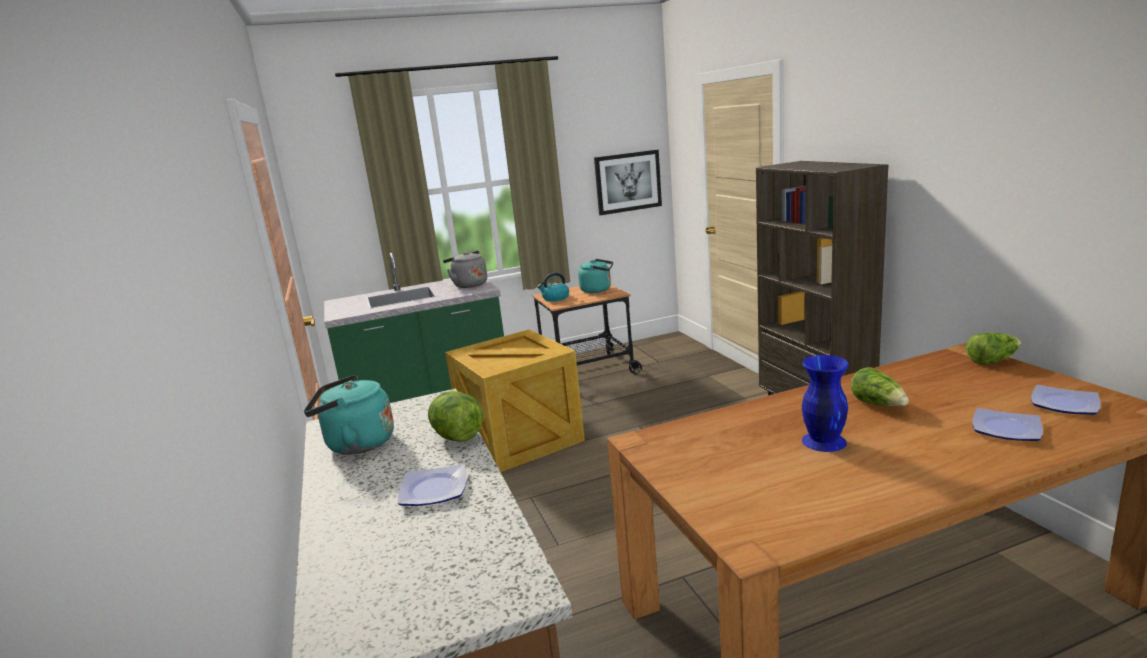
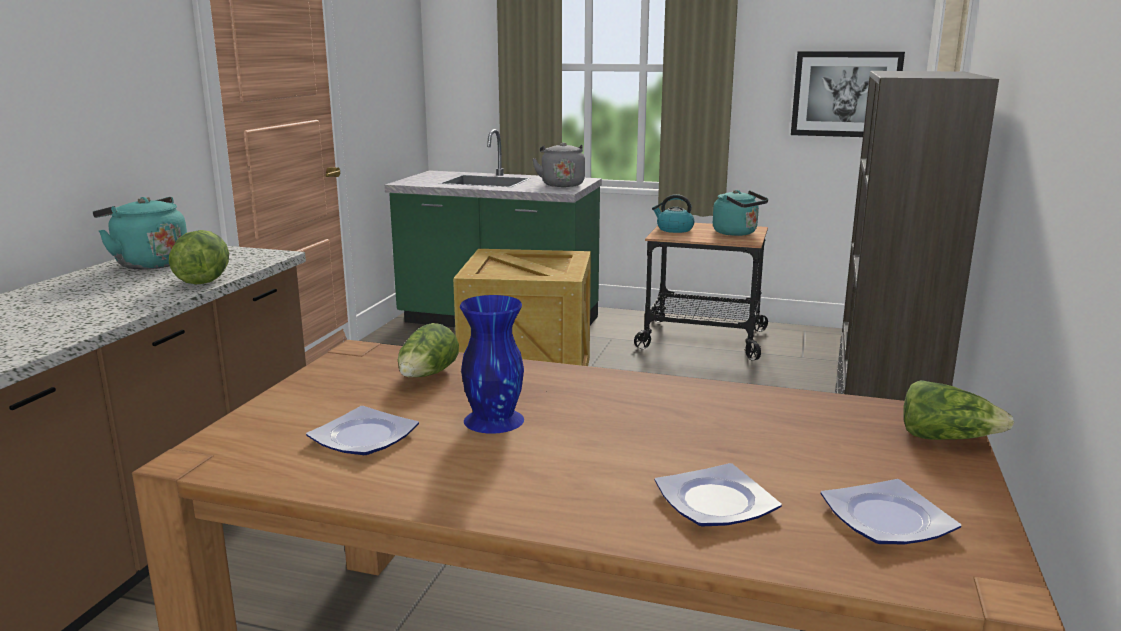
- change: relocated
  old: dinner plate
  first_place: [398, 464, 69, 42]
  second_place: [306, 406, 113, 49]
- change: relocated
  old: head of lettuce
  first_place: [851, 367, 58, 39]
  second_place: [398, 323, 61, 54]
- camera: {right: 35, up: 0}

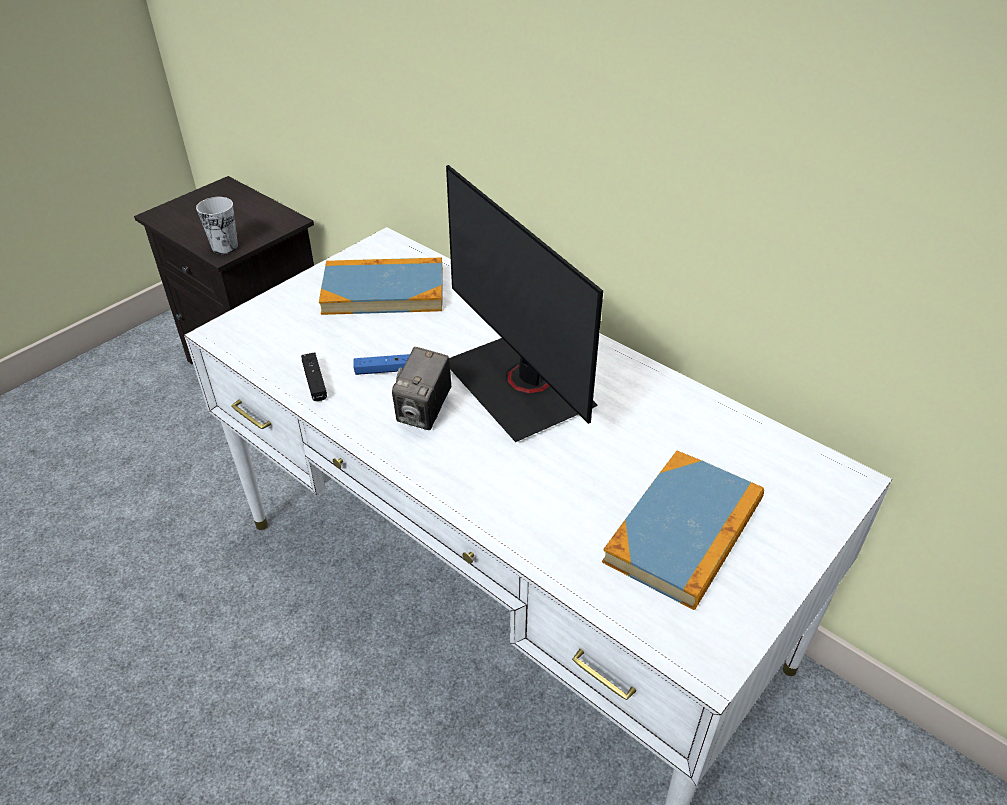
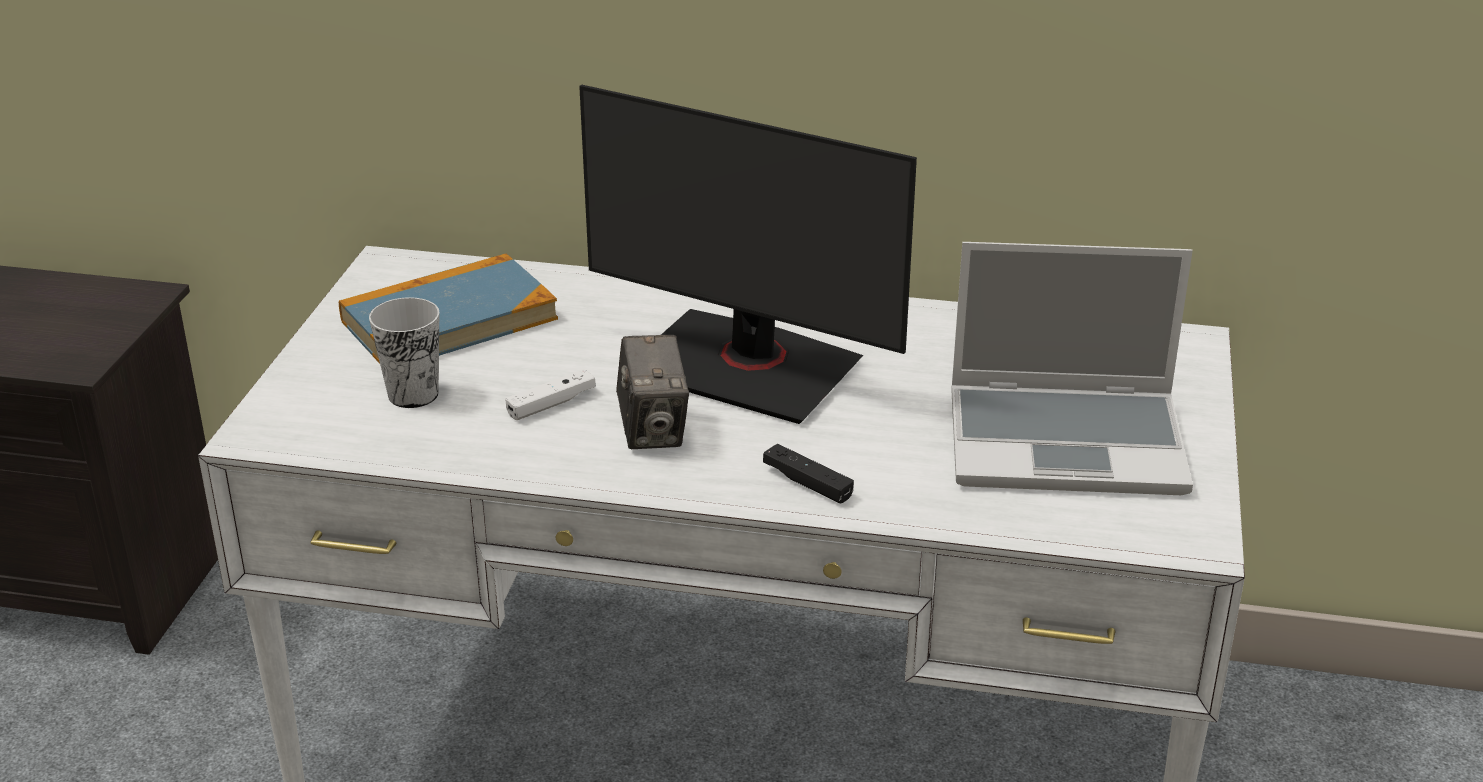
- change: relocated
  old: cup
  first_place: [196, 197, 42, 57]
  second_place: [369, 297, 70, 111]
- change: relocated
  old: blackish joypad
  first_place: [301, 352, 26, 49]
  second_place: [763, 444, 91, 59]
- change: exchanged
  old: bound book
  new: notebook computer
  first_place: [602, 451, 162, 159]
  second_place: [951, 242, 242, 253]
- change: colour
  old: bluish joypad
  new: white-coloured joypad
  first_place: [353, 354, 57, 21]
  second_place: [505, 369, 91, 51]
- camera: {right: -30, up: -10}

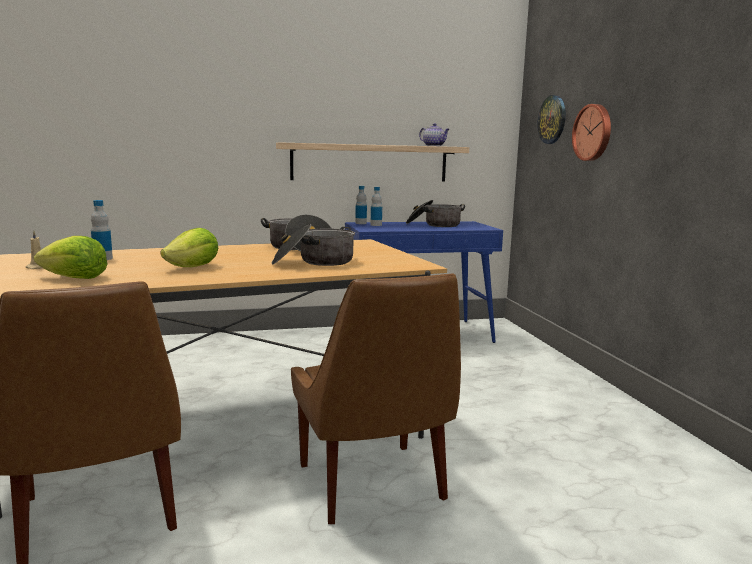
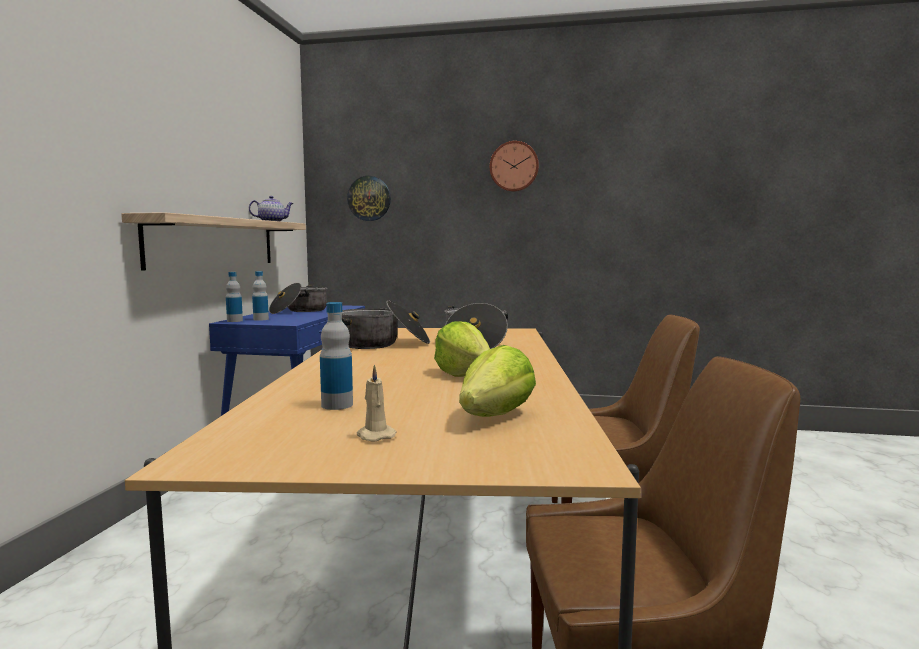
- change: relocated
  old: hanging clock
  first_place: [572, 104, 39, 57]
  second_place: [490, 141, 49, 51]
- camera: {right: -65, up: -5}

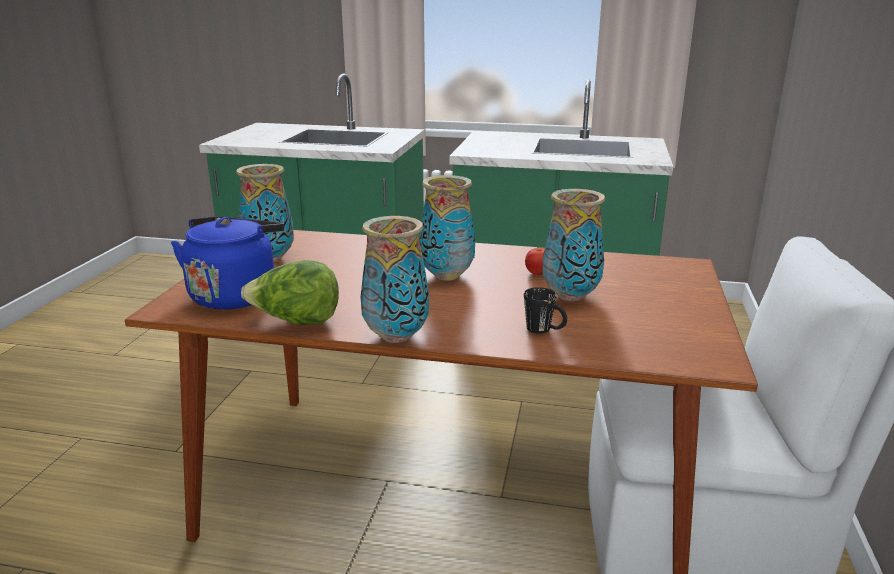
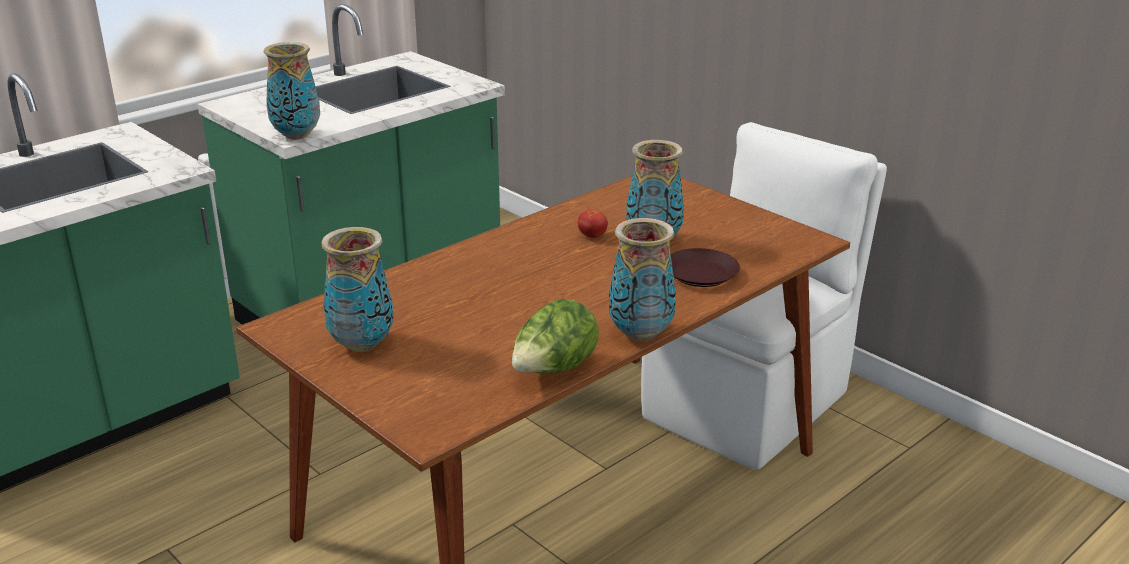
- change: missing
  old: bluish water kettle
  first_place: [171, 216, 113, 94]
- change: relocated
  old: flower vase
  first_place: [419, 175, 56, 106]
  second_place: [264, 42, 56, 98]
- change: exchanged
  old: blackish tea mug
  new: brownish dinner plate
  first_place: [524, 287, 43, 47]
  second_place: [671, 248, 69, 39]
- camera: {right: -55, up: 5}

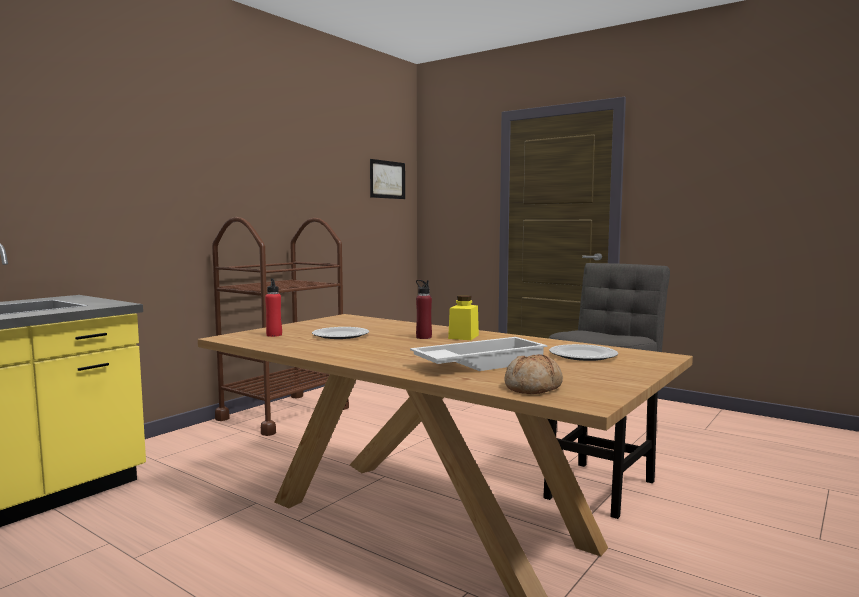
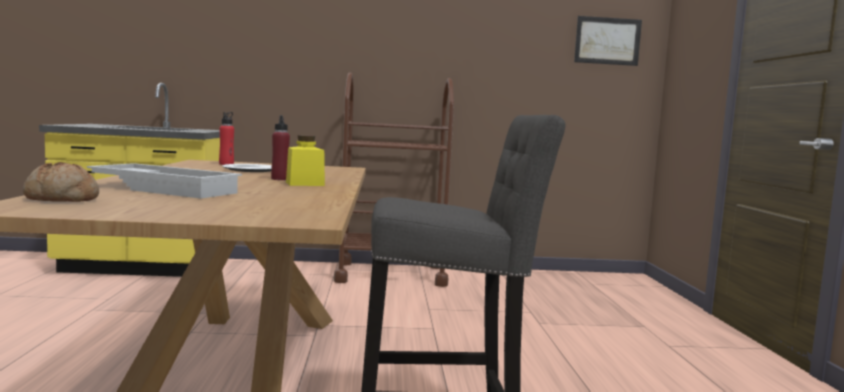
- change: missing
  old: dinner plate
  first_place: [549, 344, 69, 17]
- camera: {right: 50, up: 0}

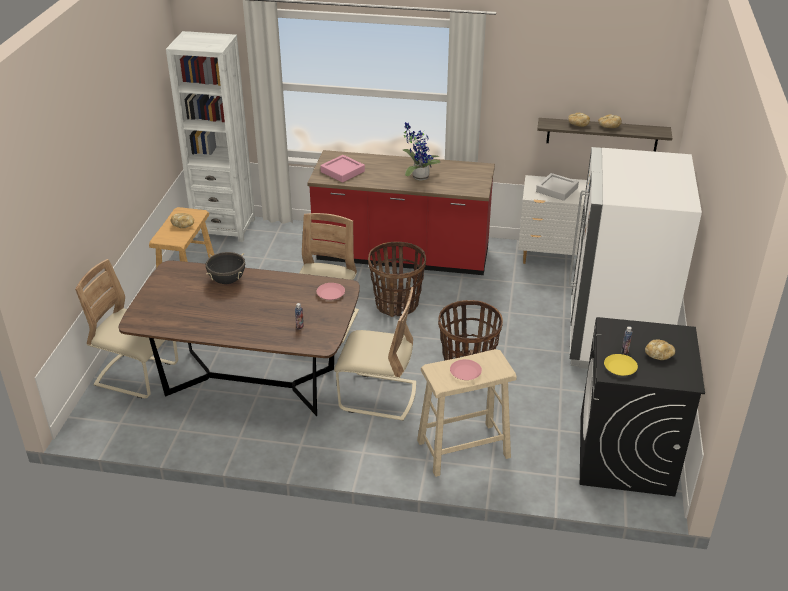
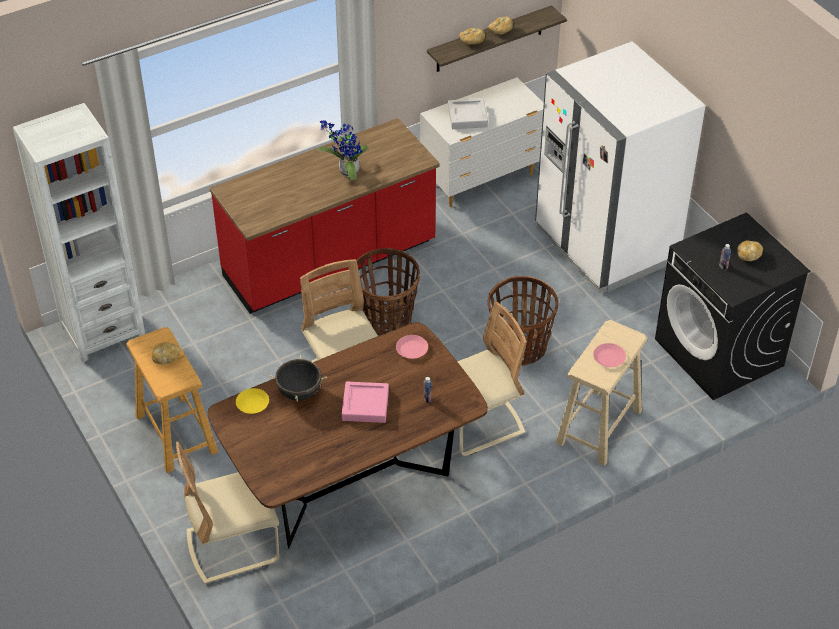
- change: relocated
  old: pinkish carrying tray
  first_place: [320, 155, 45, 27]
  second_place: [342, 382, 47, 41]
- change: relocated
  old: yellowish dinner plate
  first_place: [604, 354, 34, 22]
  second_place: [236, 388, 33, 26]
- camera: {right: -40, up: 10}

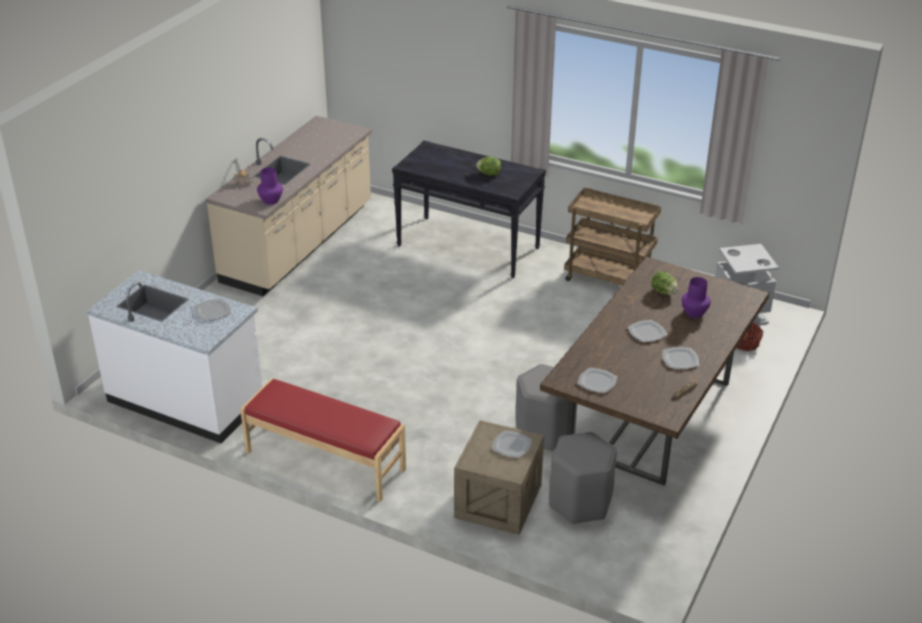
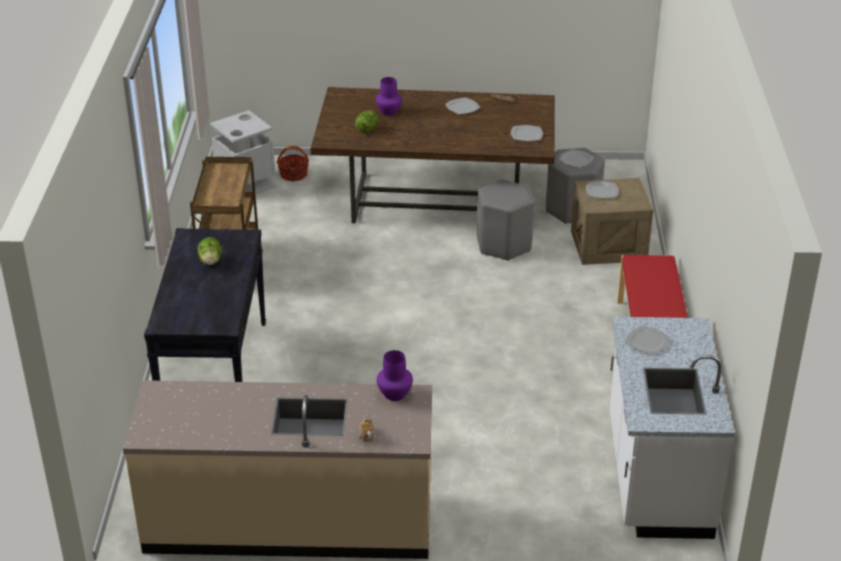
- change: relocated
  old: dinner plate
  first_place: [628, 320, 39, 22]
  second_place: [558, 149, 36, 19]
- camera: {right: -115, up: 0}

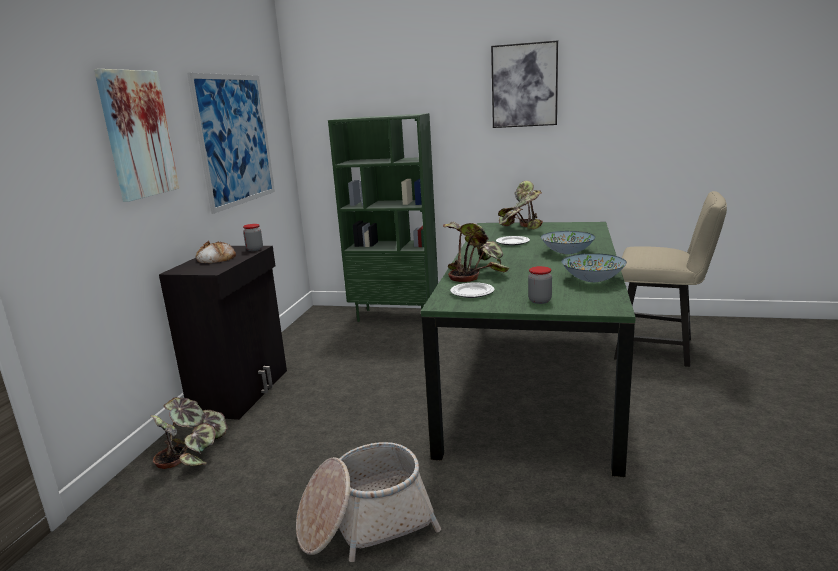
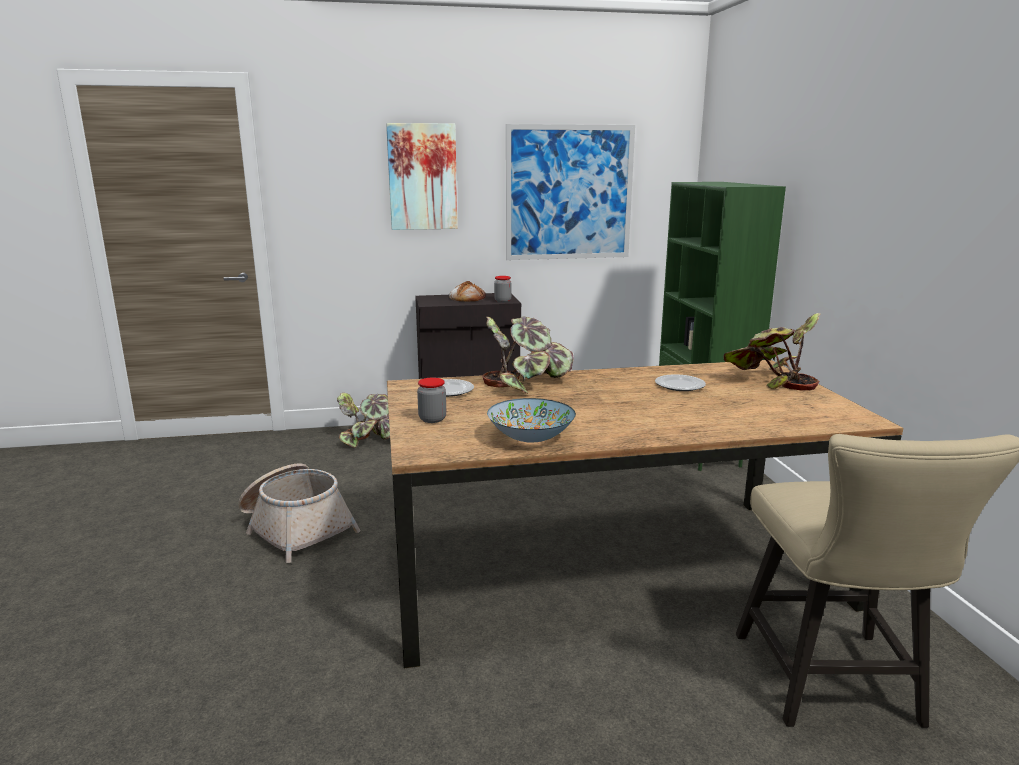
- change: missing
  old: picture
  first_place: [491, 40, 67, 88]
- change: missing
  old: deep dish
  first_place: [541, 231, 55, 23]
- change: colour
  old: green-coloured kitchen table
  new: brownish kitchen table
  first_place: [421, 222, 215, 255]
  second_place: [387, 360, 516, 308]
- camera: {right: 65, up: 0}

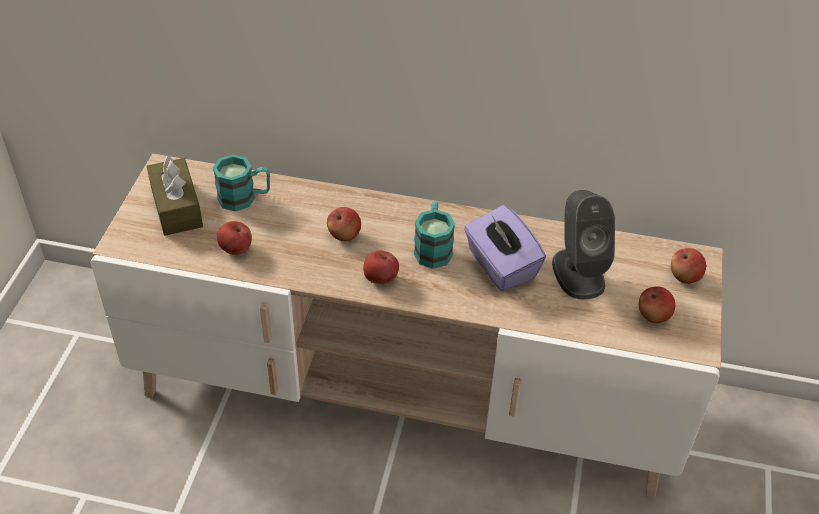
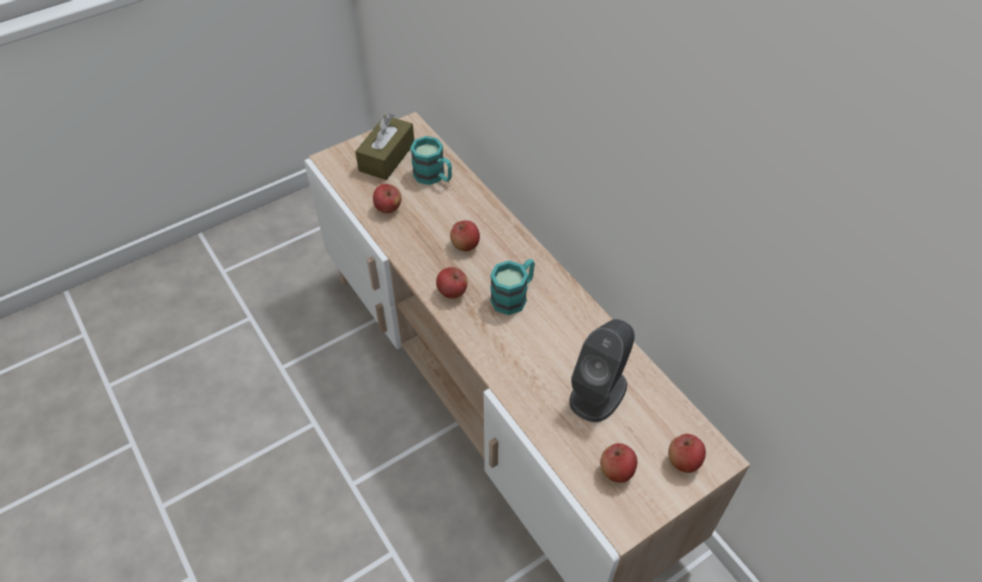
- change: missing
  old: purple tissue box
  first_place: [464, 205, 82, 86]
- camera: {right: 45, up: 5}

